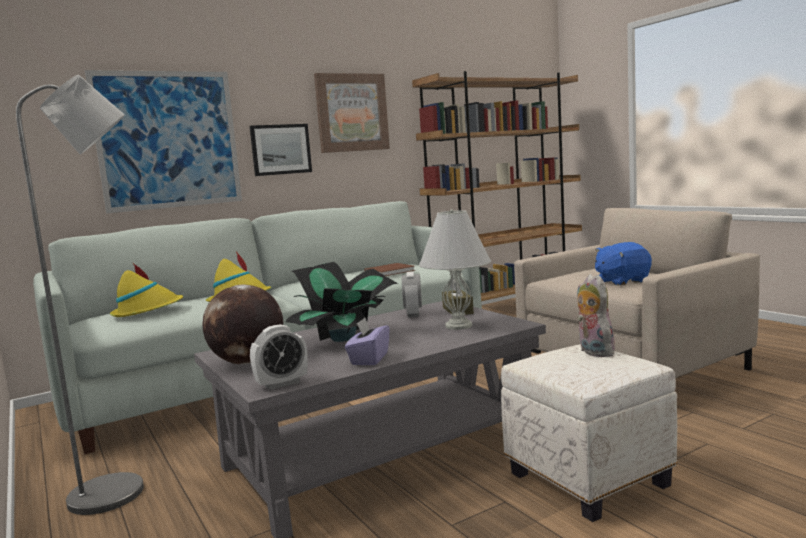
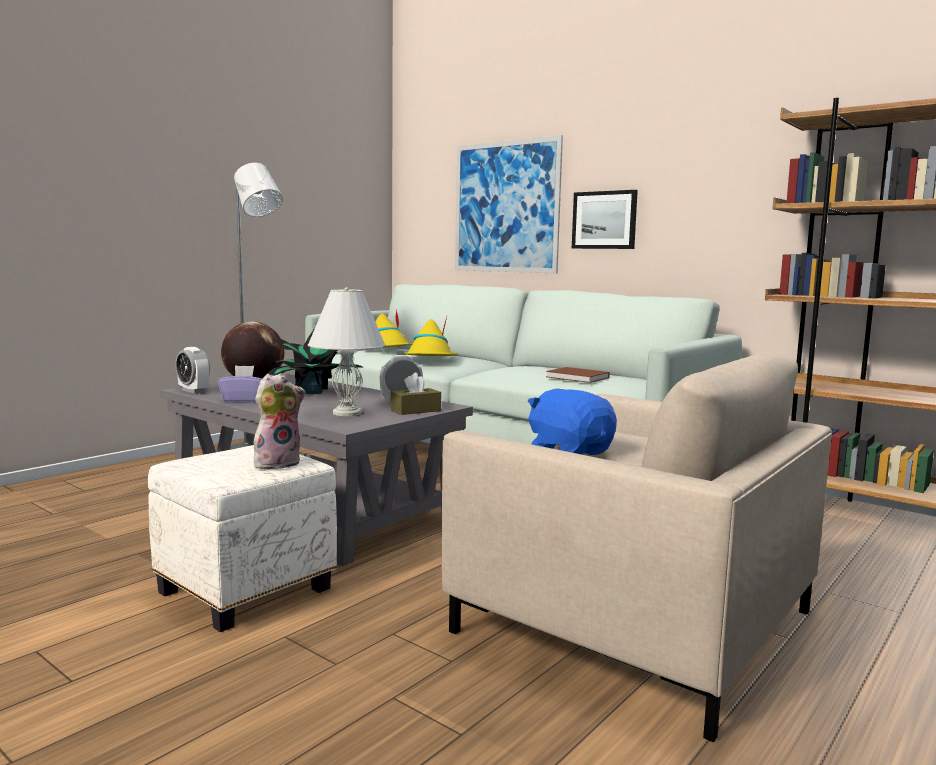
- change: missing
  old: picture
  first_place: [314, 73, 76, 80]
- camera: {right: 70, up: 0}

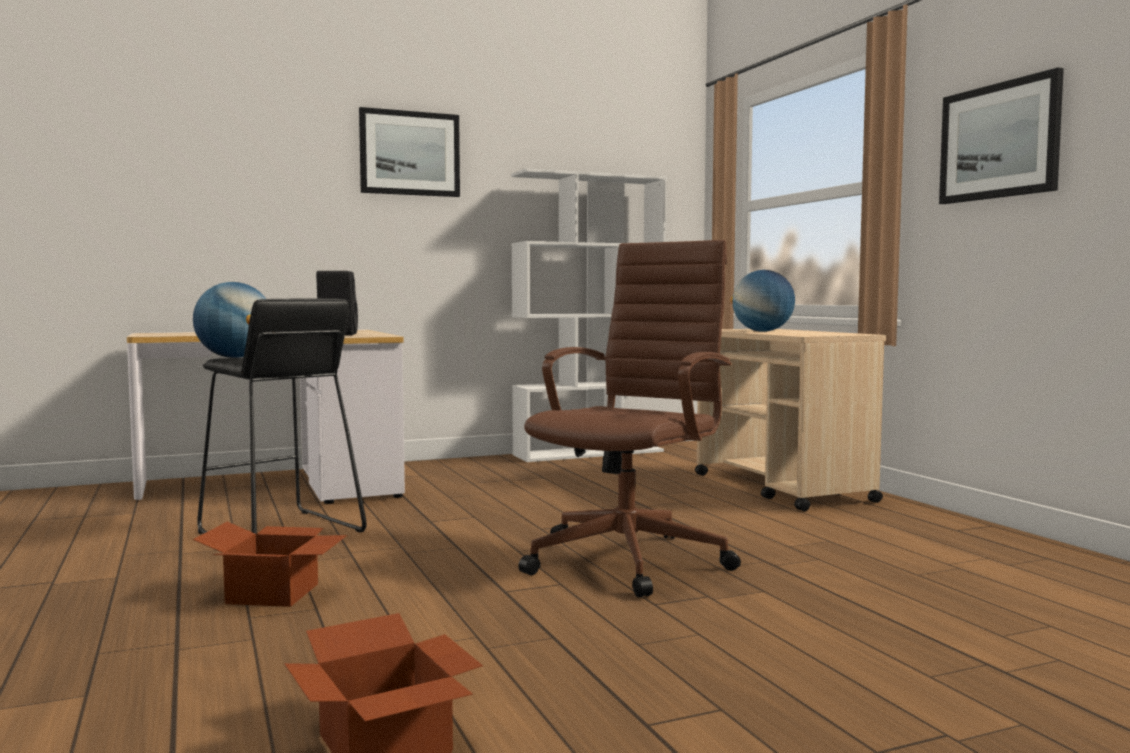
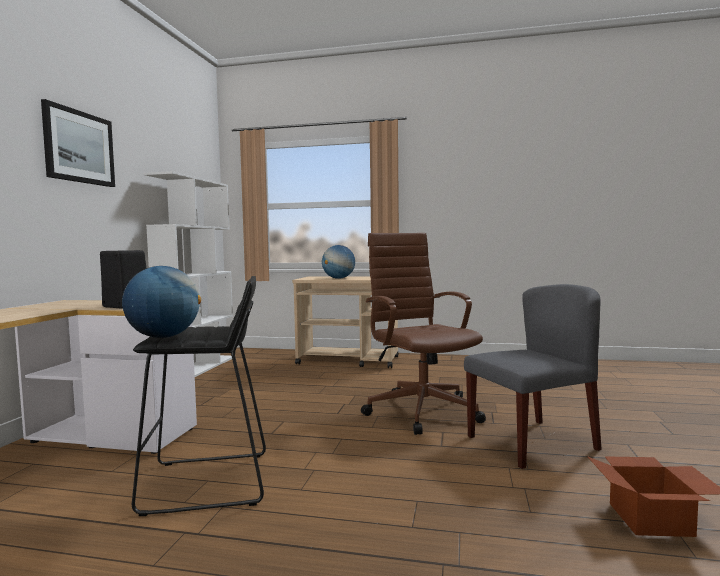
- change: missing
  old: packing box
  first_place: [193, 522, 154, 85]
- change: missing
  old: picture
  first_place: [939, 67, 125, 137]
- change: appeared
  new: gray plain chair
  second_place: [464, 284, 138, 185]
- camera: {right: -55, up: 0}

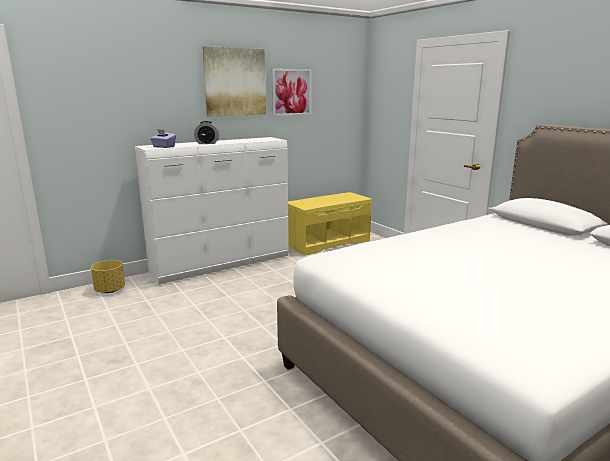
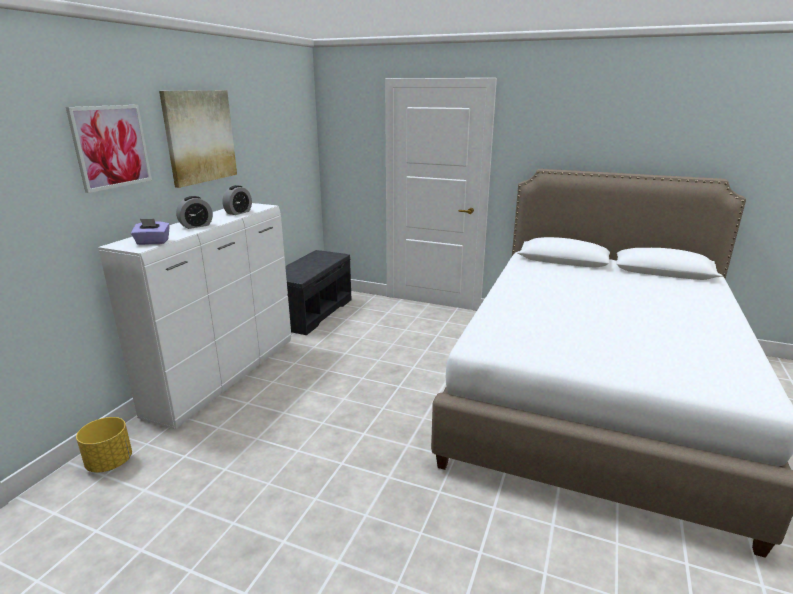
- change: appeared
  new: alarm clock
  second_place: [222, 185, 30, 30]
- change: relocated
  old: picture
  first_place: [272, 69, 39, 47]
  second_place: [66, 105, 86, 88]
- change: colour
  old: yellowish bench
  new: gray bench
  first_place: [288, 192, 84, 64]
  second_place: [285, 250, 67, 85]
- camera: {right: -35, up: 5}

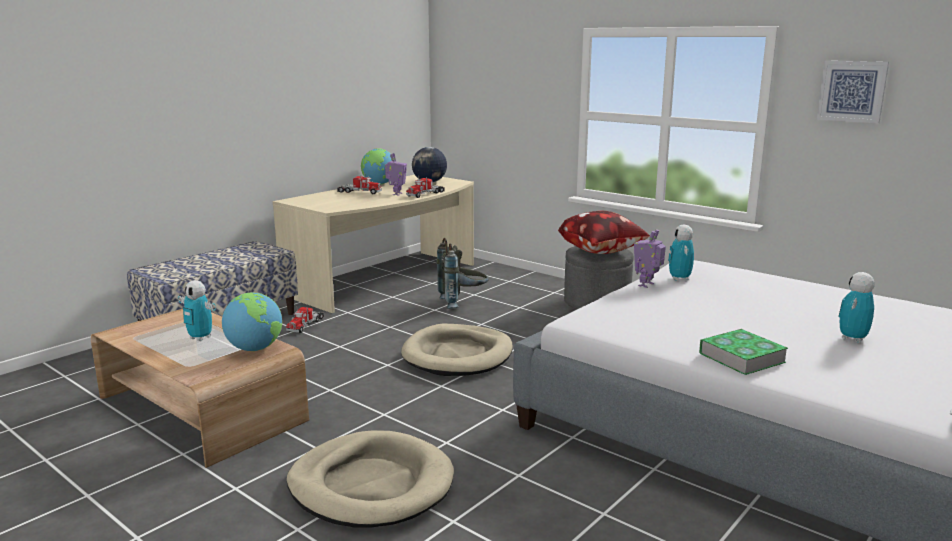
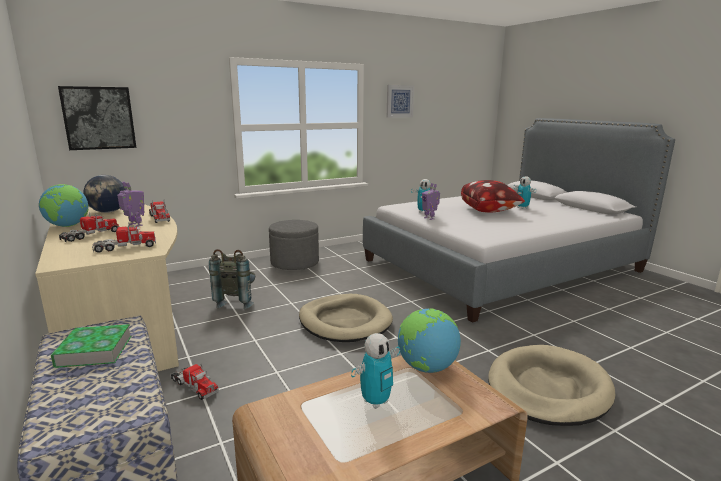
- change: appeared
  new: picture
  second_place: [58, 86, 78, 64]
- change: appeared
  new: toy truck
  second_place: [92, 223, 64, 30]
- change: relocated
  old: pillow
  first_place: [558, 211, 92, 43]
  second_place: [461, 180, 64, 33]
- change: relocated
  old: bound book
  first_place: [699, 329, 89, 46]
  second_place: [51, 324, 80, 44]
- camera: {right: -70, up: 0}

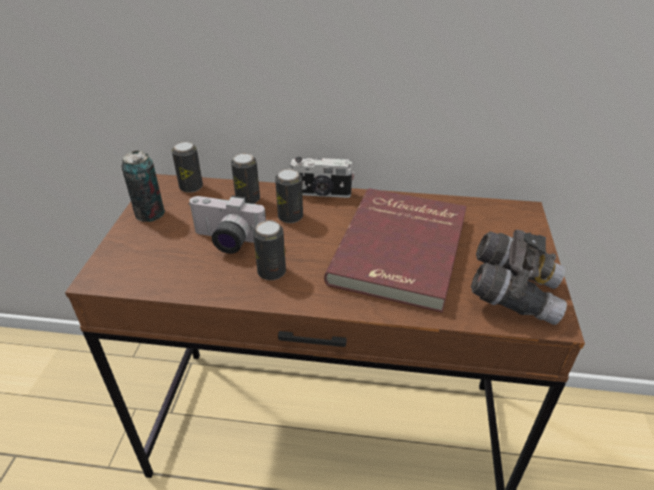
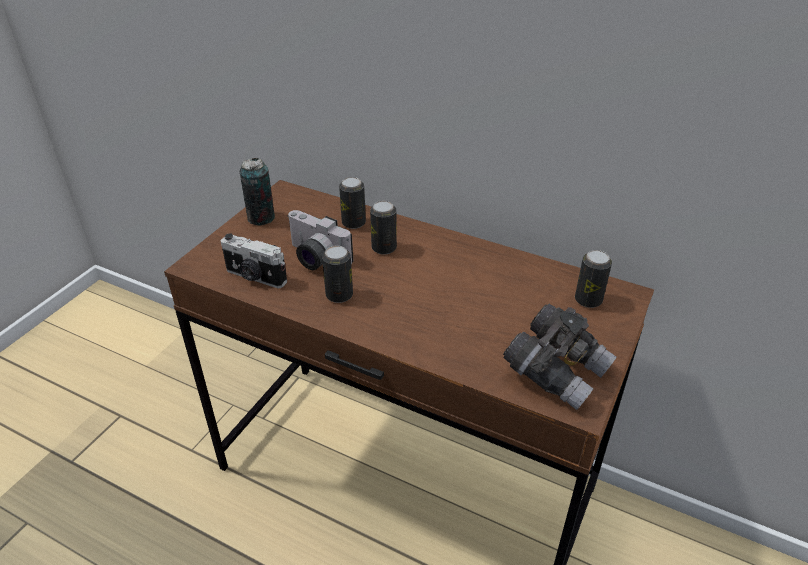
- change: missing
  old: reddish bound book
  first_place: [324, 188, 143, 125]
- change: relocated
  old: sealed can
  first_place: [172, 141, 31, 52]
  second_place: [575, 250, 37, 58]
- change: relocated
  old: still camera
  first_place: [289, 157, 66, 41]
  second_place: [221, 233, 66, 55]
- camera: {right: 20, up: 0}

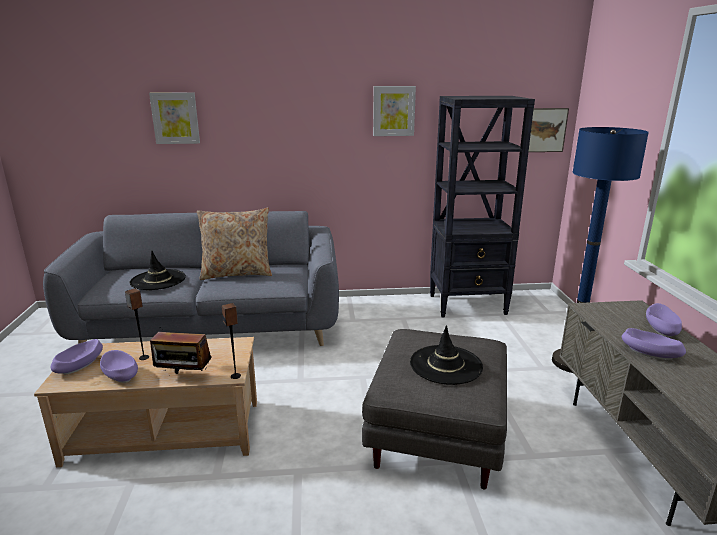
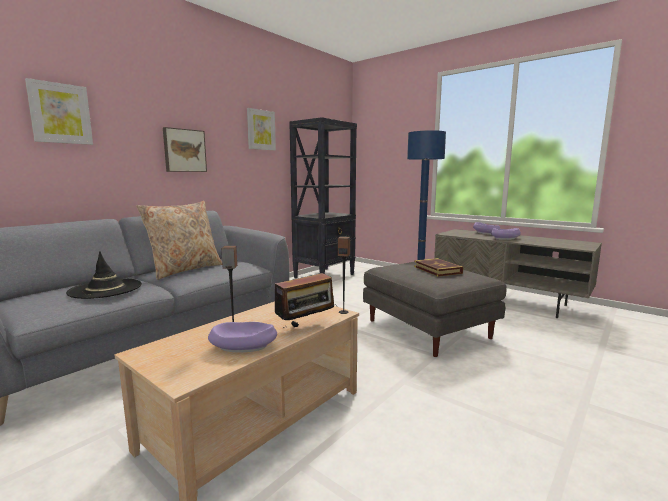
- change: missing
  old: purple deep dish
  first_place: [51, 339, 52, 35]
- change: relocated
  old: picture
  first_place: [529, 108, 40, 44]
  second_place: [163, 127, 44, 45]
- change: exchanged
  old: blackish hat
  new: bound book
  first_place: [410, 325, 73, 60]
  second_place: [414, 258, 49, 19]
- camera: {right: -45, up: -10}

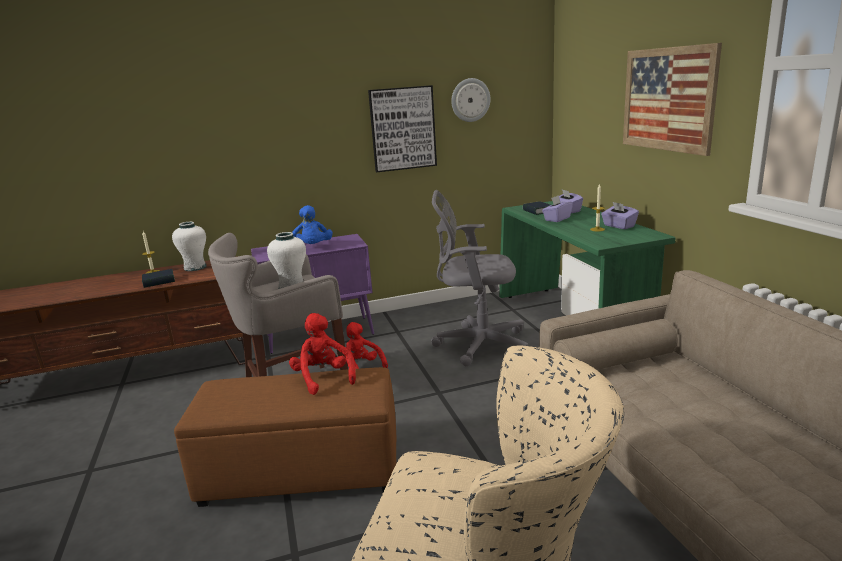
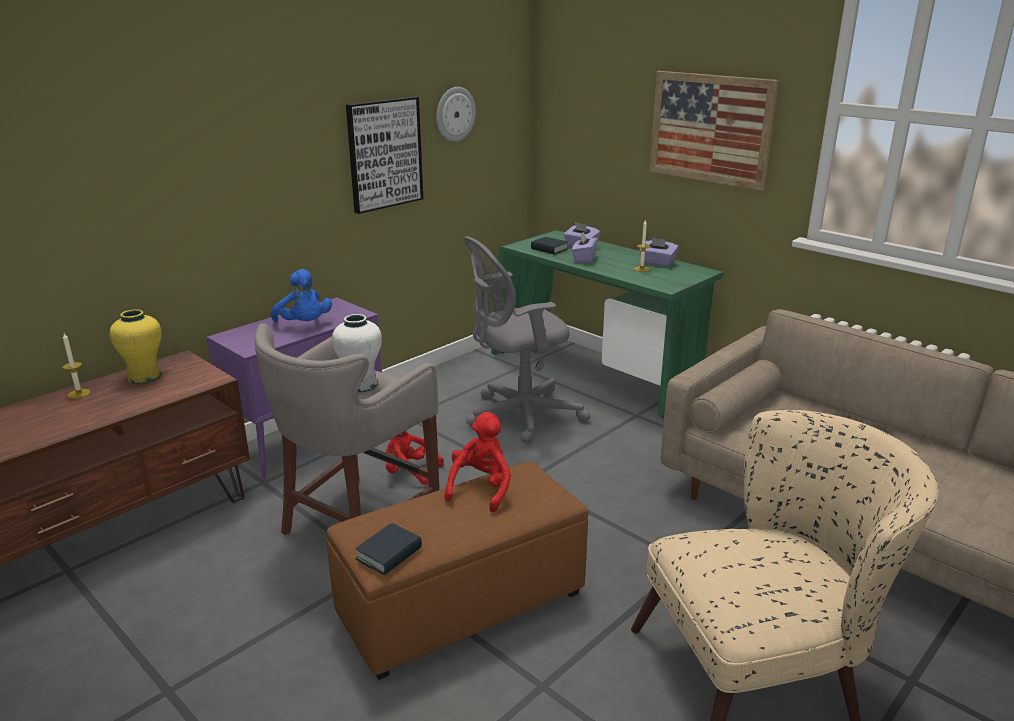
- change: relocated
  old: bound book
  first_place: [142, 269, 33, 19]
  second_place: [355, 523, 67, 52]
- change: colour
  old: white-coloured flower vase
  new: yellowish flower vase
  first_place: [172, 222, 35, 49]
  second_place: [109, 309, 53, 75]
- change: spun
  old: reddish plush toy
  first_place: [289, 313, 67, 82]
  second_place: [444, 412, 67, 100]
  degrees: 75
- camera: {right: -30, up: 5}

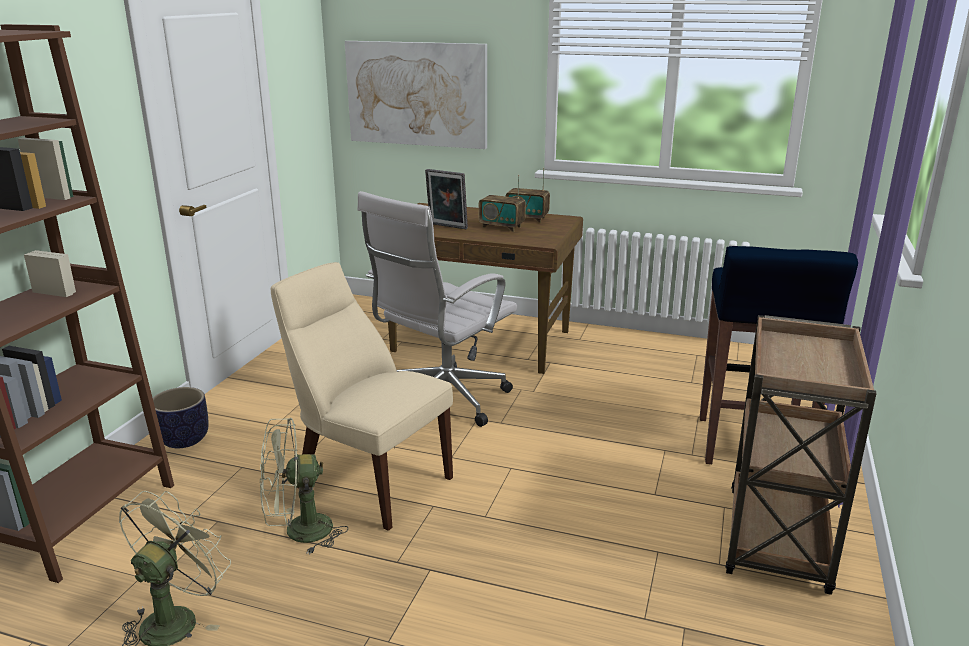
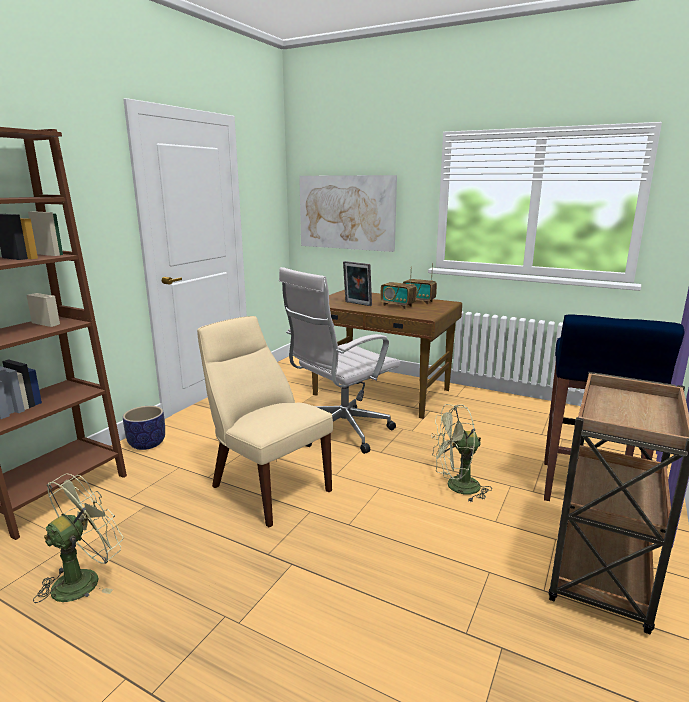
- change: relocated
  old: green-coloured cooling fan
  first_place: [260, 418, 88, 137]
  second_place: [431, 404, 61, 98]
- camera: {right: 10, up: -5}

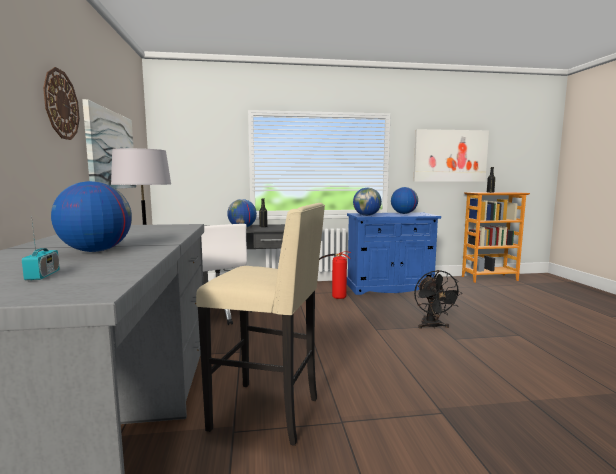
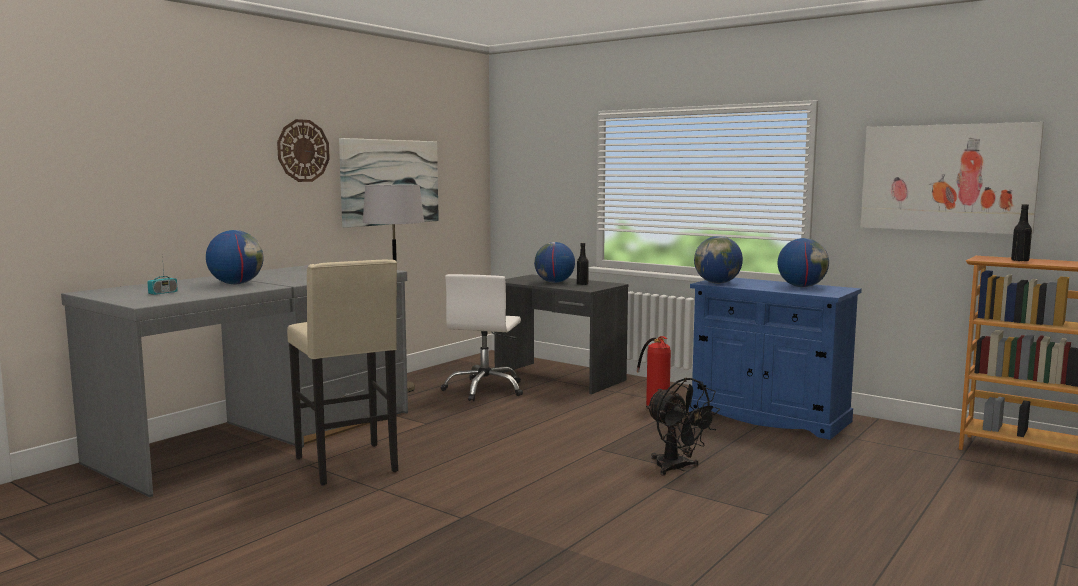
- change: spun
  old: blackish cooling fan
  first_place: [414, 270, 49, 59]
  second_place: [646, 378, 74, 98]
  degrees: -75
- camera: {right: 45, up: 0}

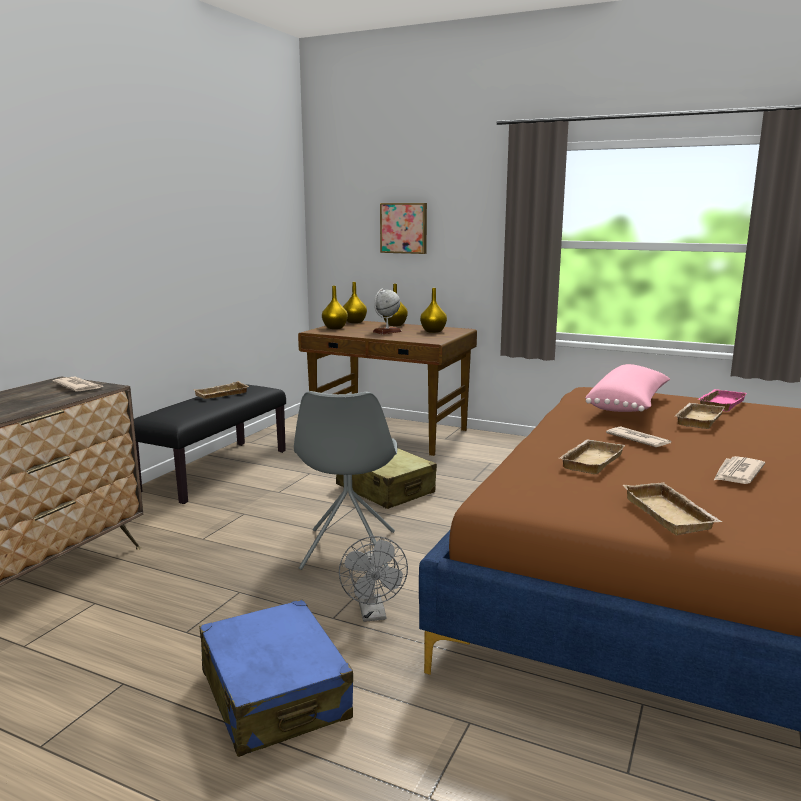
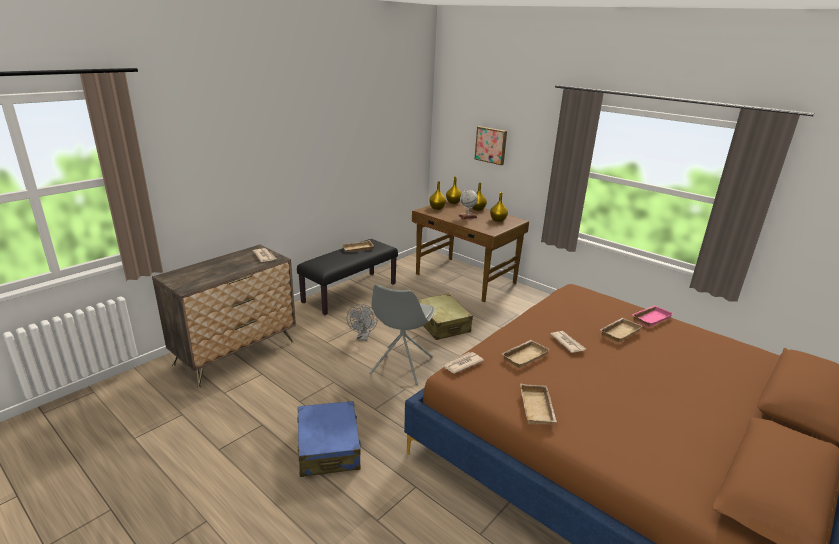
- change: missing
  old: pinkish pillow
  first_place: [585, 364, 85, 48]
- change: relocated
  old: gray cooling fan
  first_place: [339, 536, 69, 86]
  second_place: [347, 304, 30, 37]
- change: relocated
  old: printed paper
  first_place: [713, 456, 52, 28]
  second_place: [442, 352, 42, 22]
- camera: {right: 15, up: 10}

